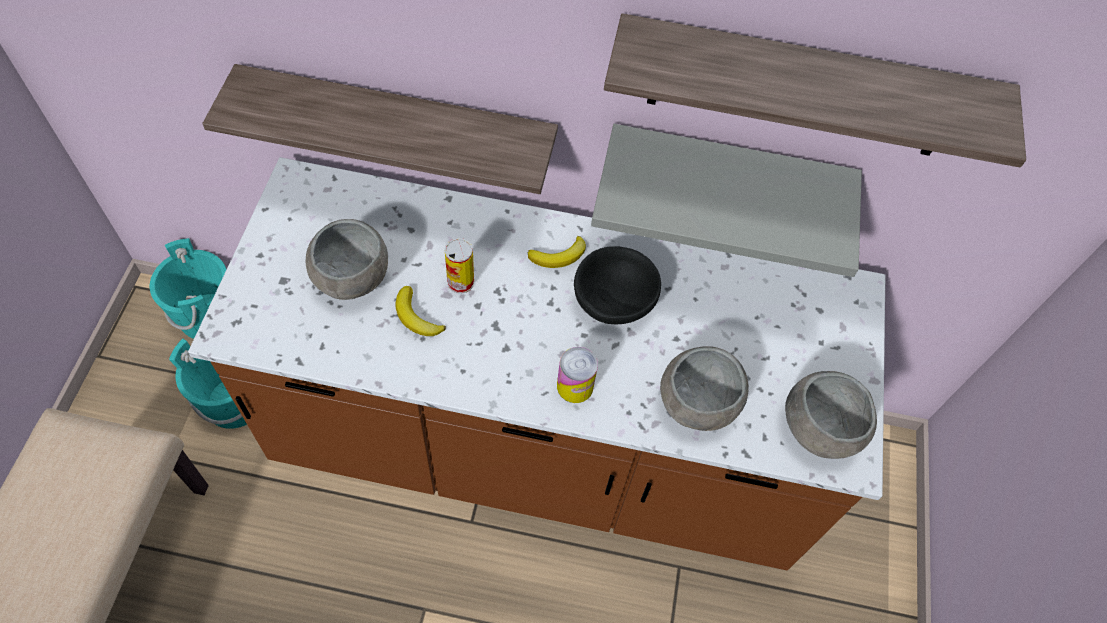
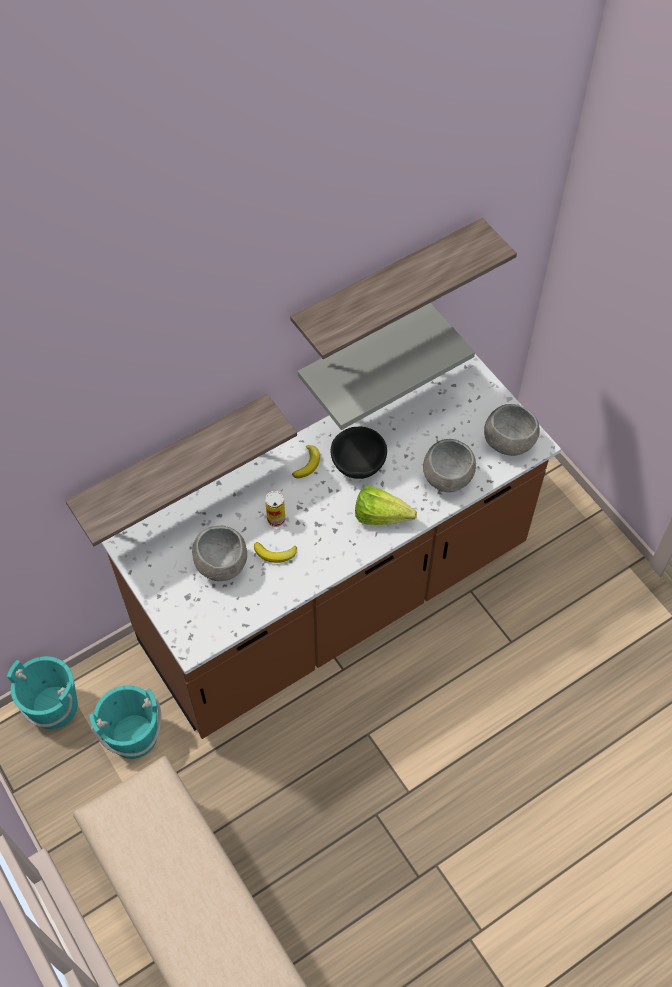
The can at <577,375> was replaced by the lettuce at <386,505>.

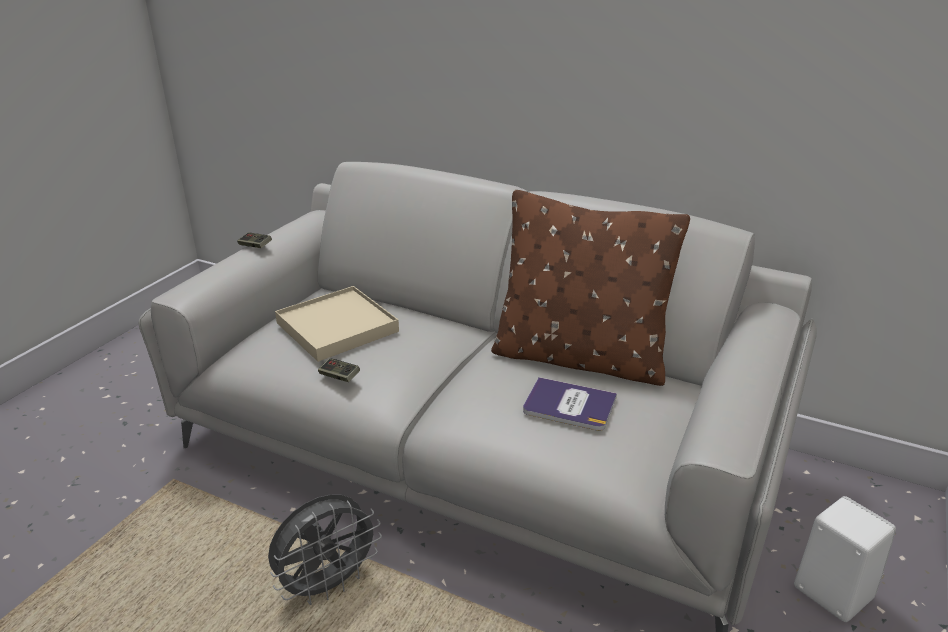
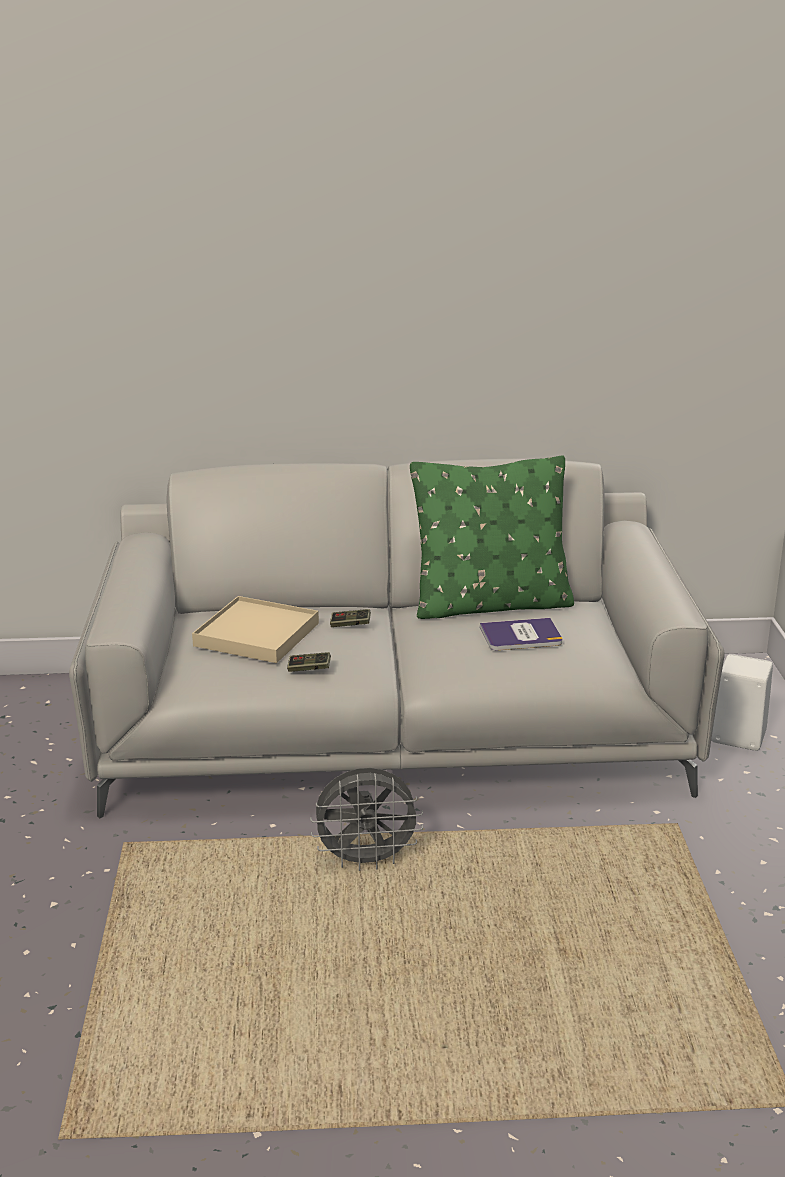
The fan/grey at <325,549> turned 60 degrees clockwise. The game controller moved from <254,240> to <350,618>. The pillow/brown at <590,288> became the pillow/green at <492,537>.

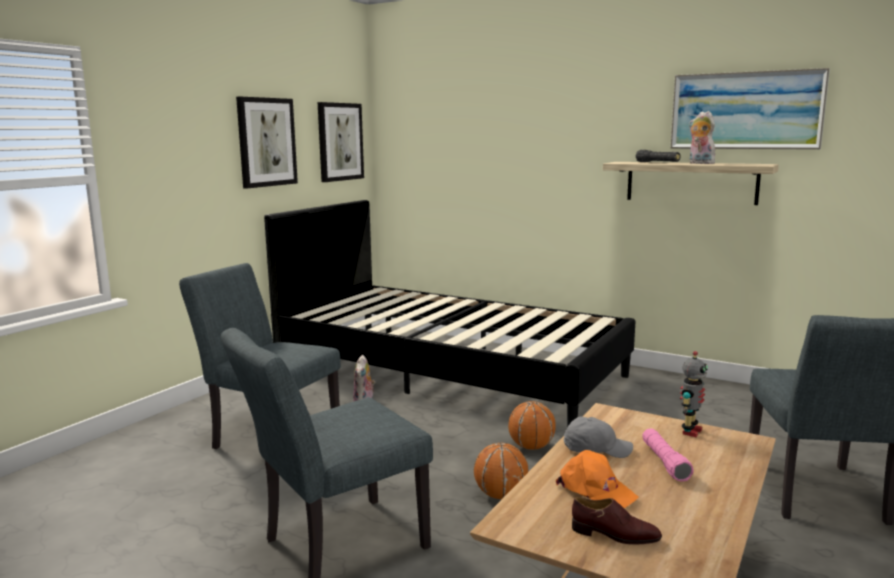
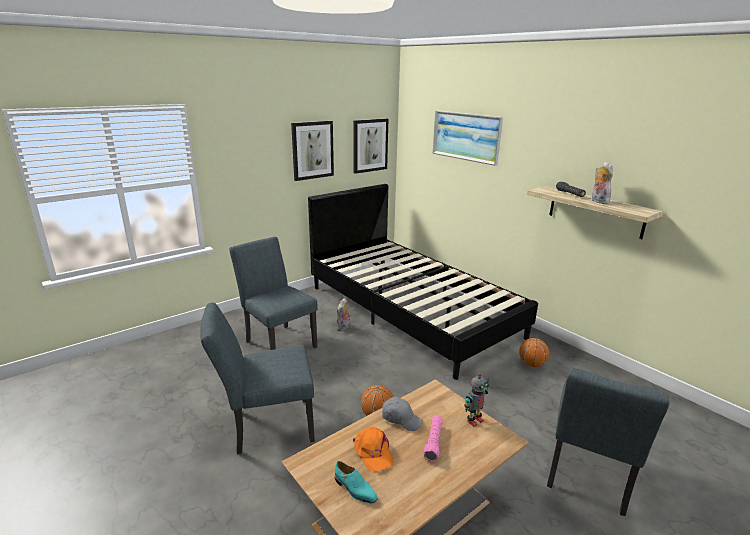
The shoe/brown at <617,520> became the shoe/turquoise at <356,482>. The picture moved from <750,108> to <468,138>. The basketball moved from <532,425> to <534,352>.

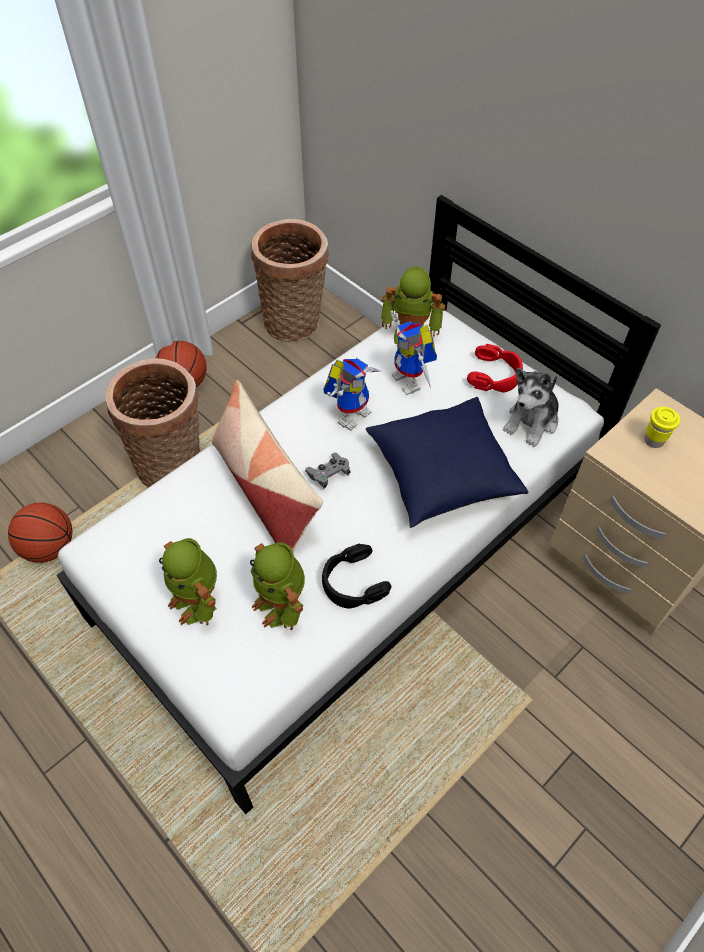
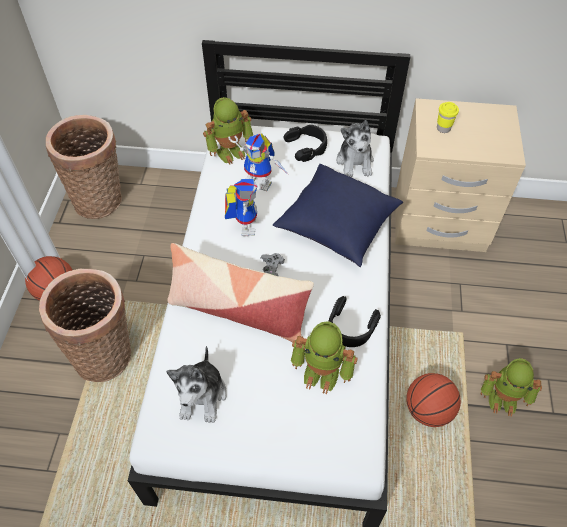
The plush toy at <196,384> appeared. The headphones/red at <495,368> became the headphones/black at <305,143>. The basketball moved from <40,532> to <433,400>. The toy robot moved from <188,581> to <511,387>.

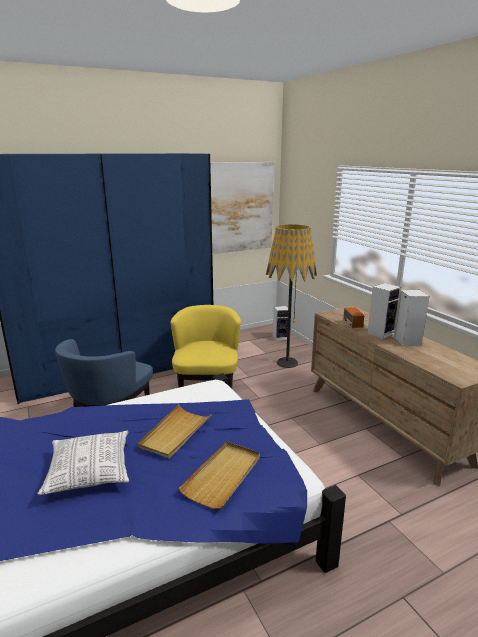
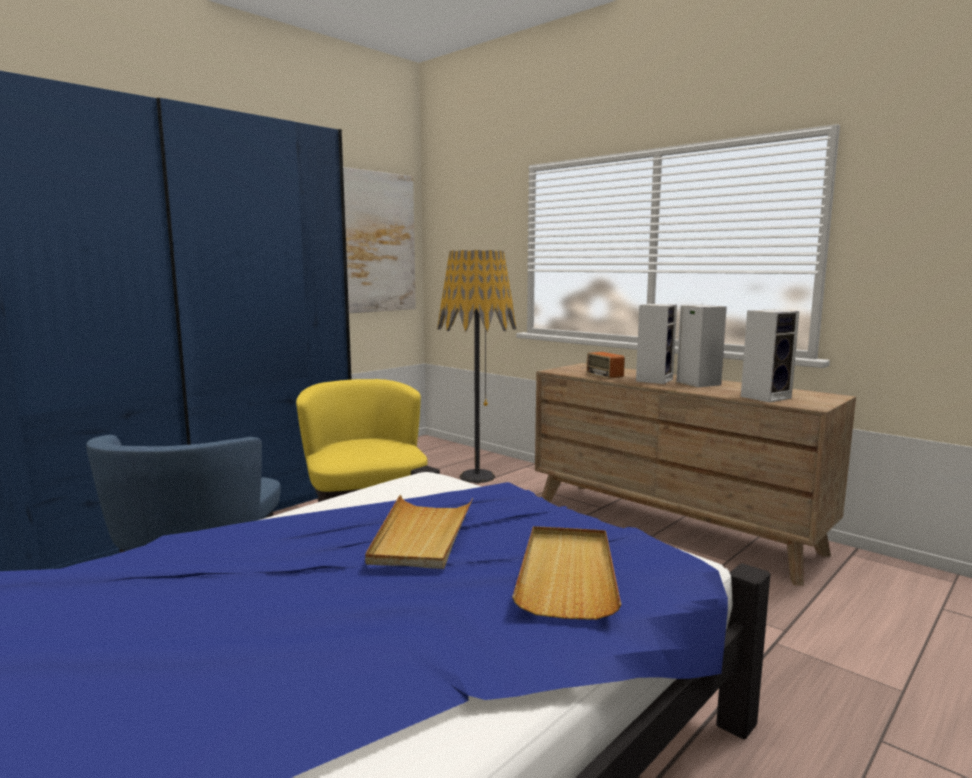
The speaker moved from <280,323> to <770,355>. The pillow at <83,462> disappeared.

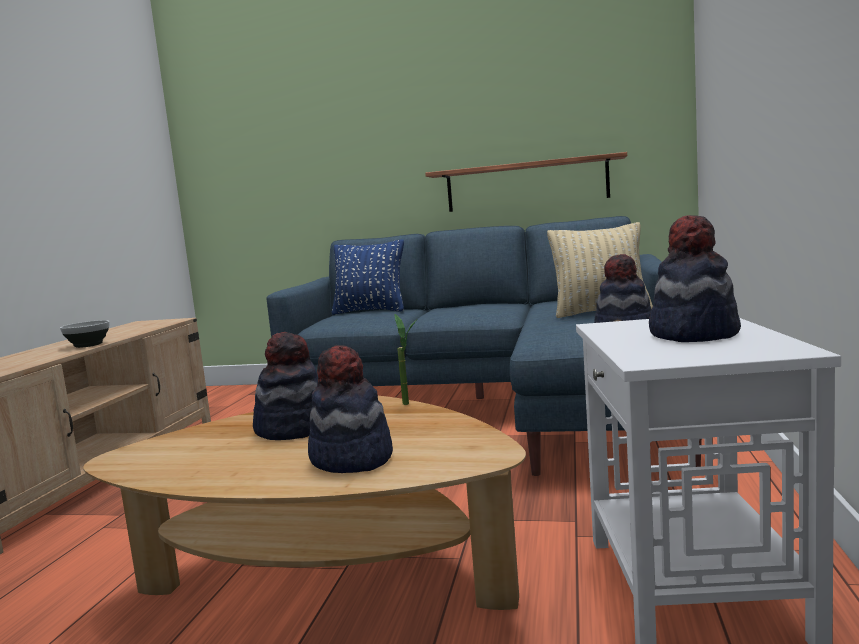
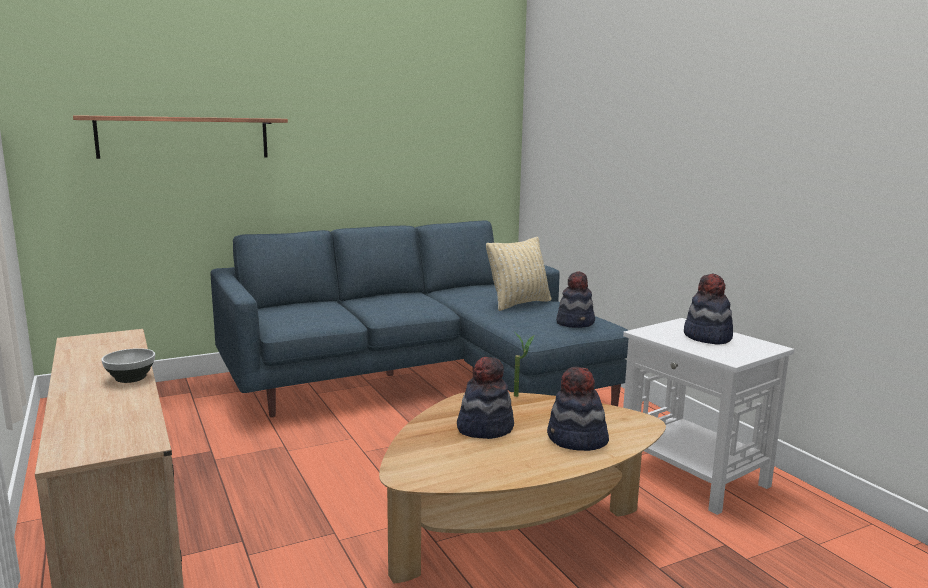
The shelf moved from <526,182> to <180,137>. The pillow/blue at <368,277> disappeared.

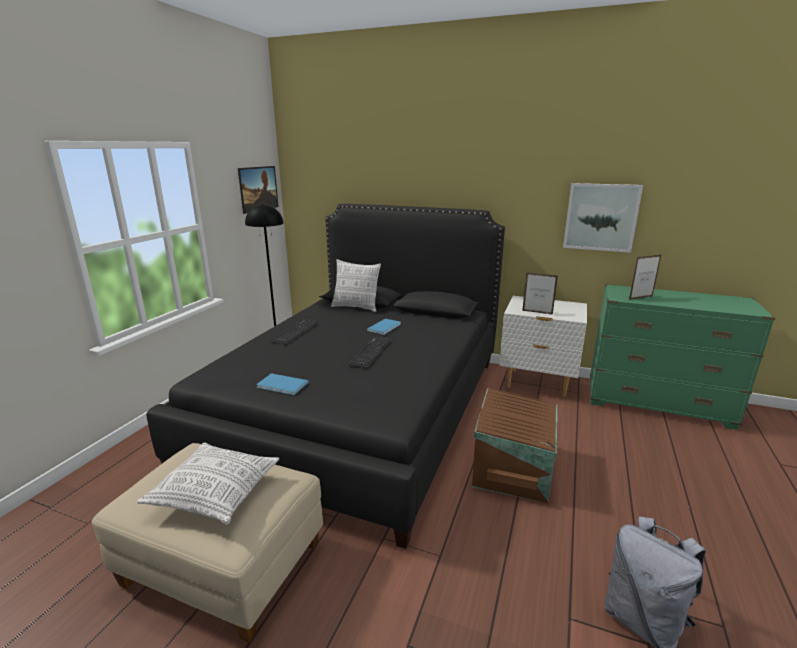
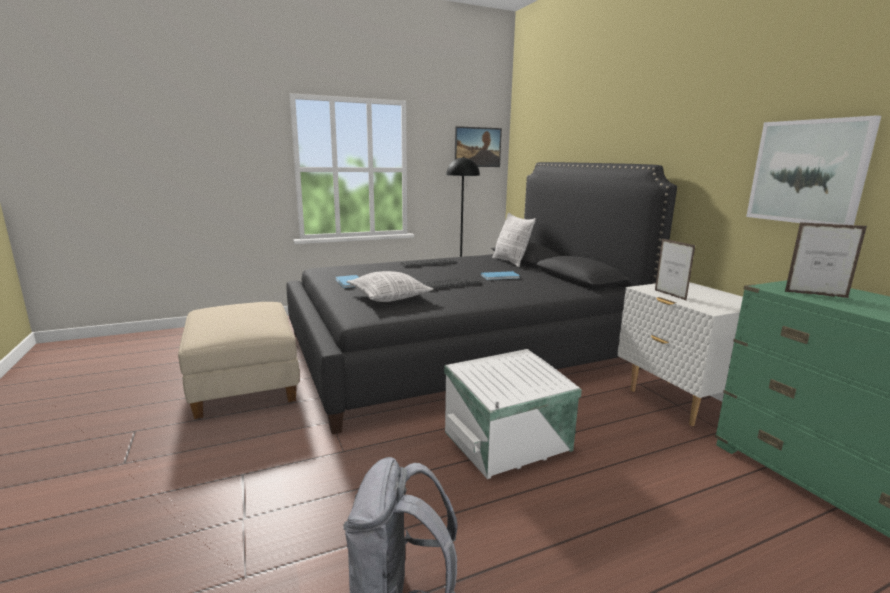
The pillow moved from <208,483> to <390,286>. The storage box/brown at <514,445> became the storage box/white at <513,414>.

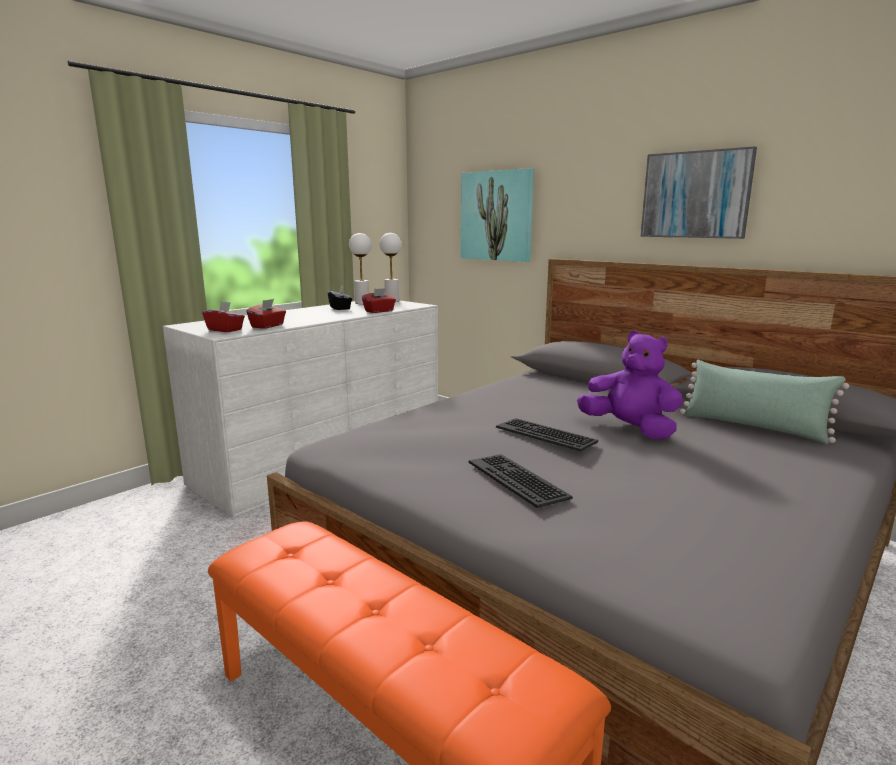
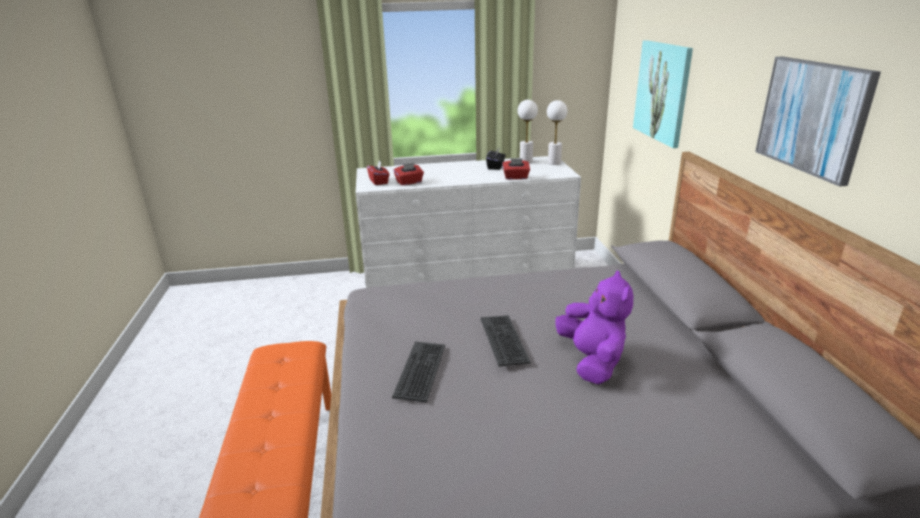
The pillow/green at <764,402> disappeared.

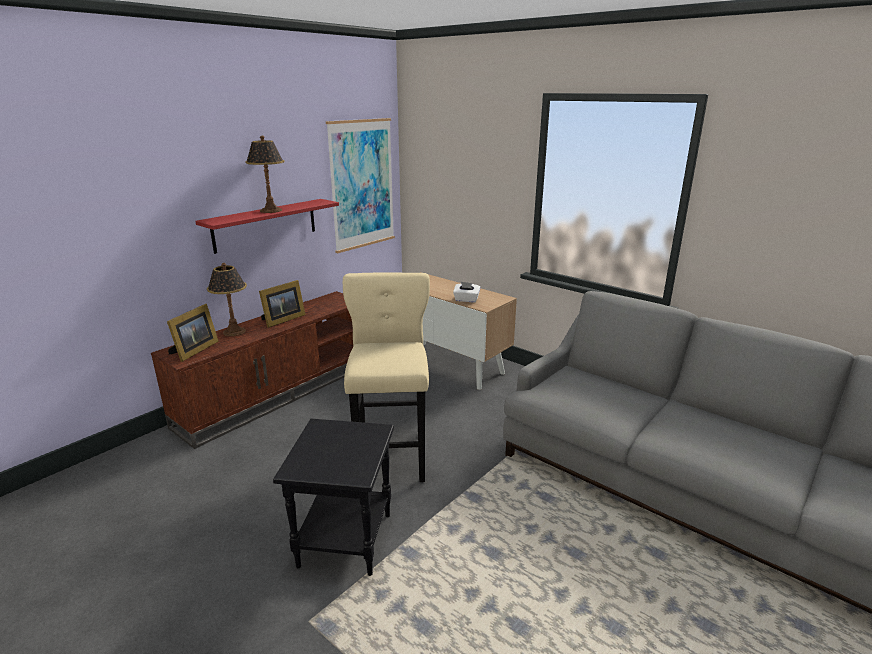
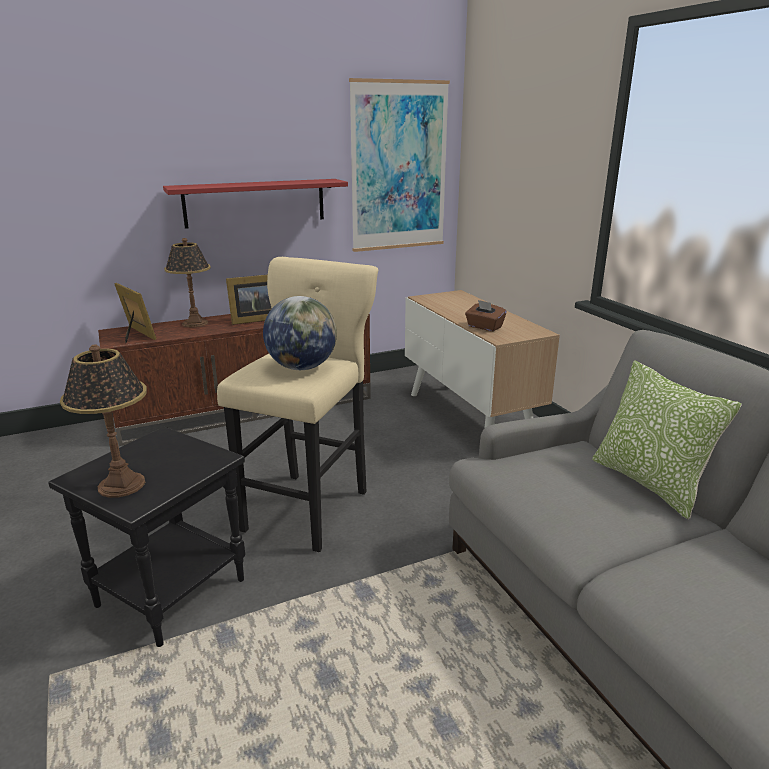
The table lamp moved from <265,174> to <103,421>. The picture frame at <193,333> turned 90 degrees counterclockwise. The globe at <300,333> appeared. The tissue box/white at <467,292> became the tissue box/brown at <486,315>. The pillow at <667,440> appeared.

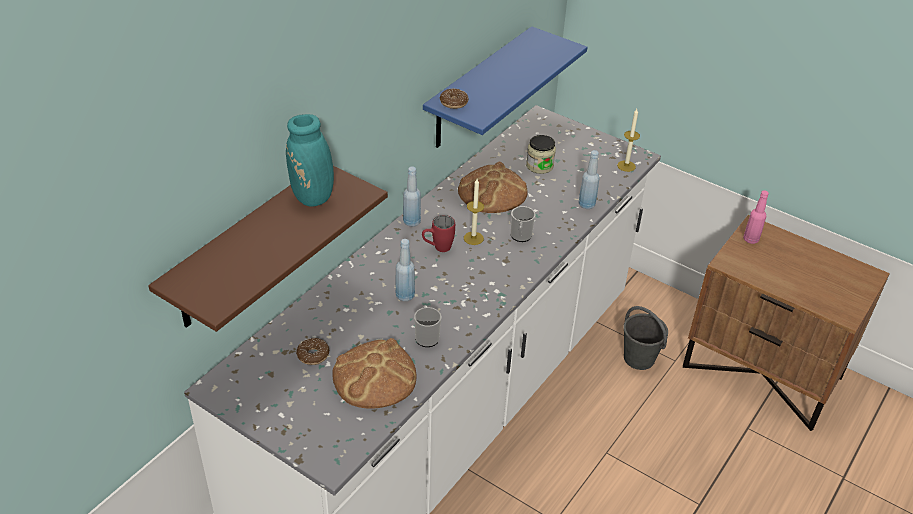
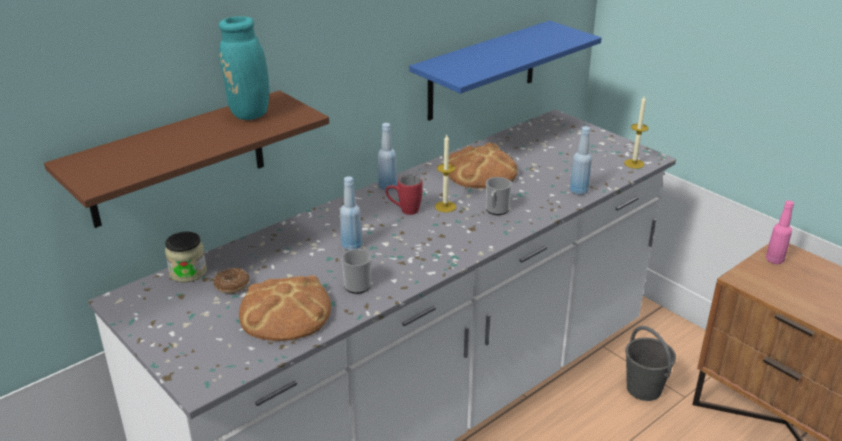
The jar moved from <541,154> to <186,257>. The donut at <454,99> disappeared.

